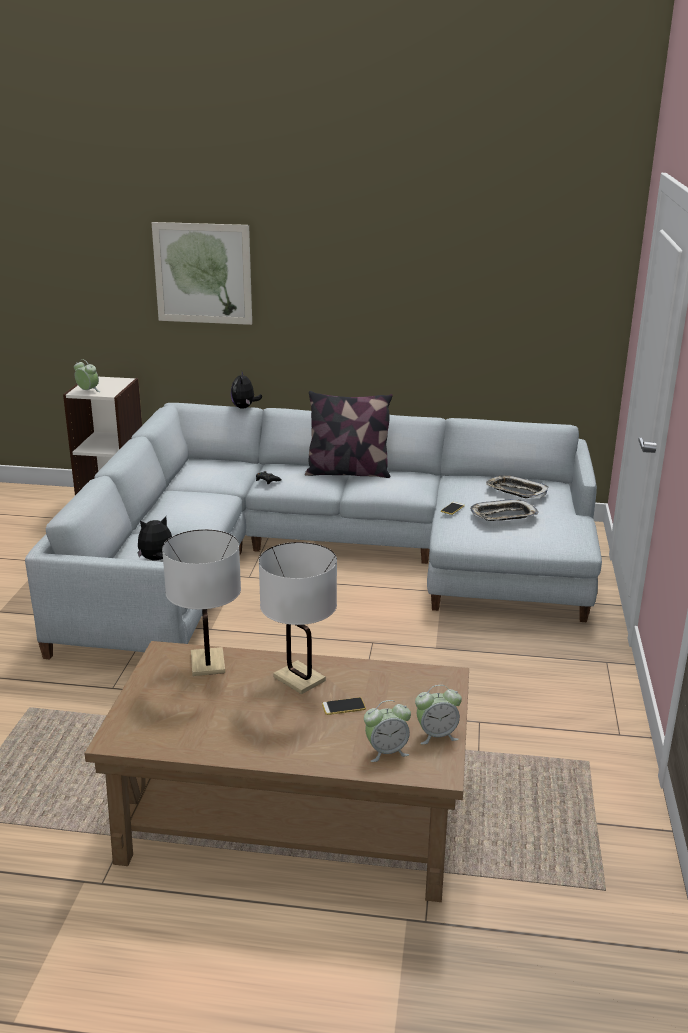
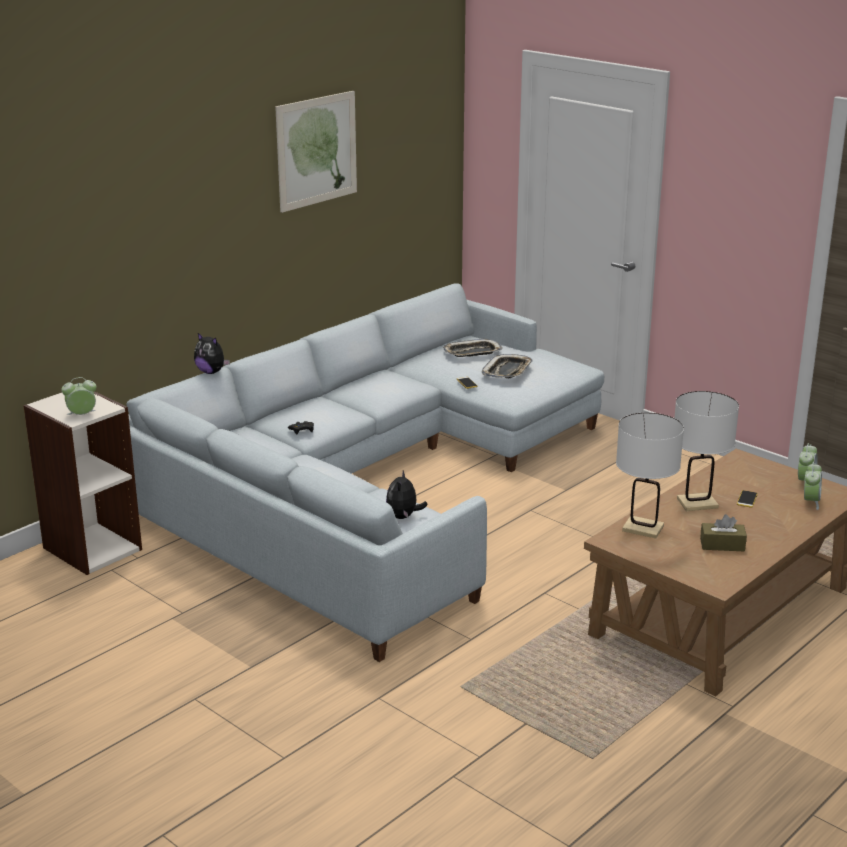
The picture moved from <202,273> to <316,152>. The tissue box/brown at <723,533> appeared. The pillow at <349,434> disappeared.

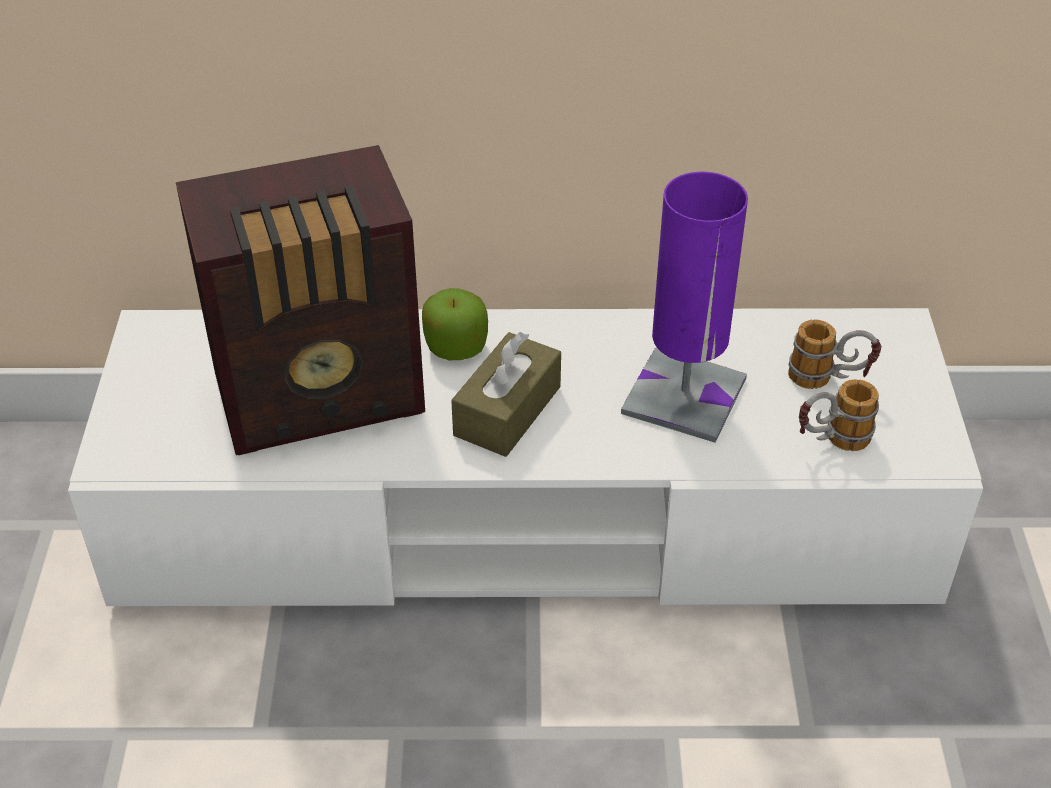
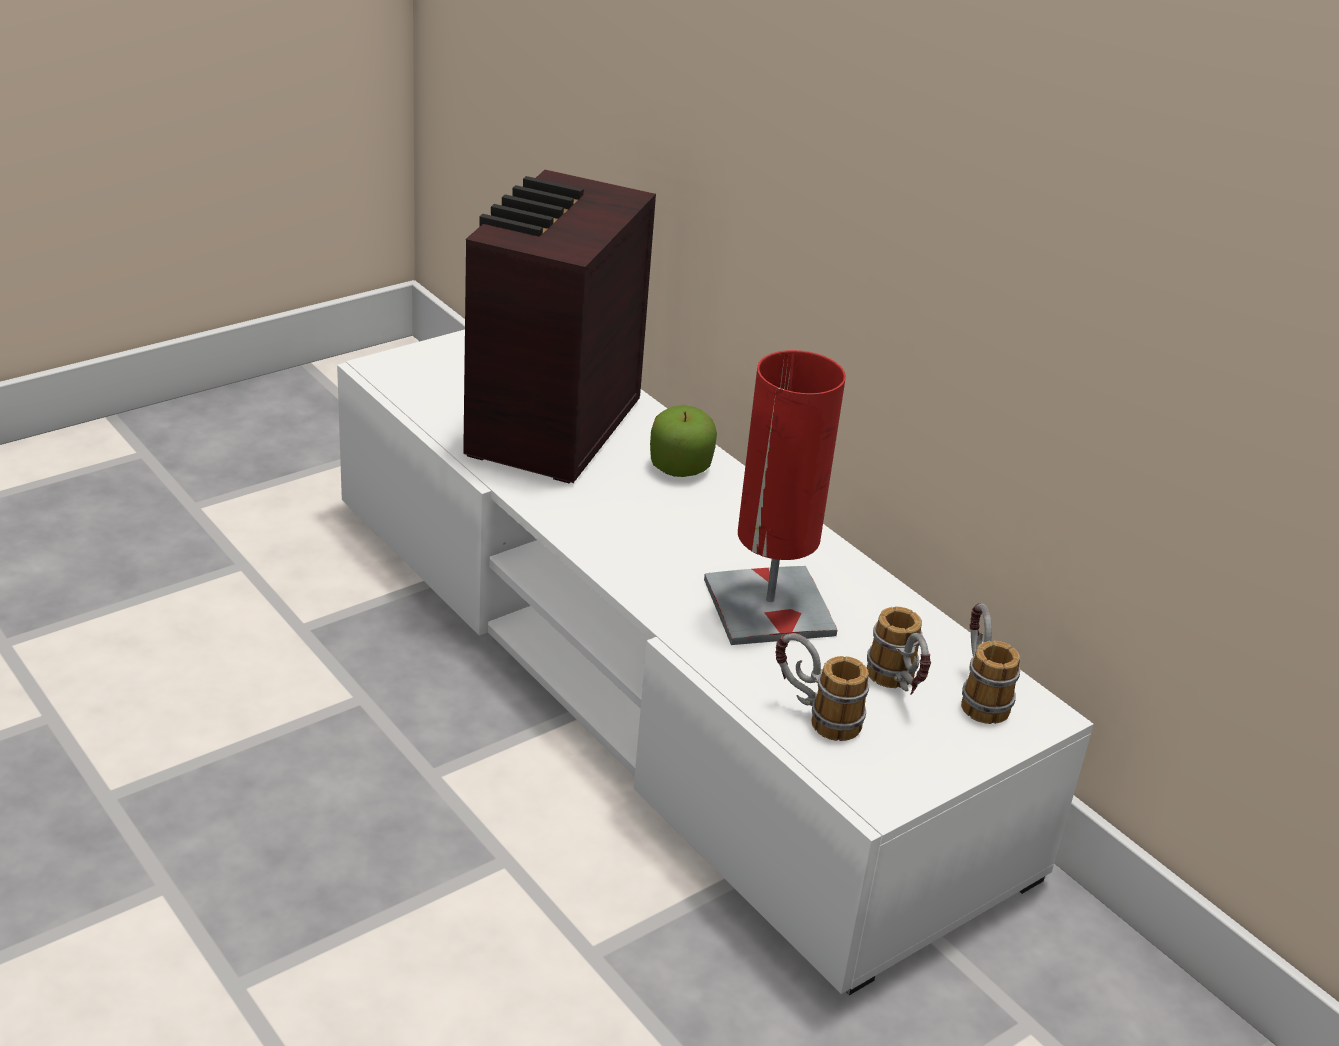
The radio at <300,300> turned 75 degrees clockwise. The table lamp/purple at <684,307> became the table lamp/red at <775,497>. The mug at <990,663> appeared. The tissue box/brown at <506,394> disappeared.

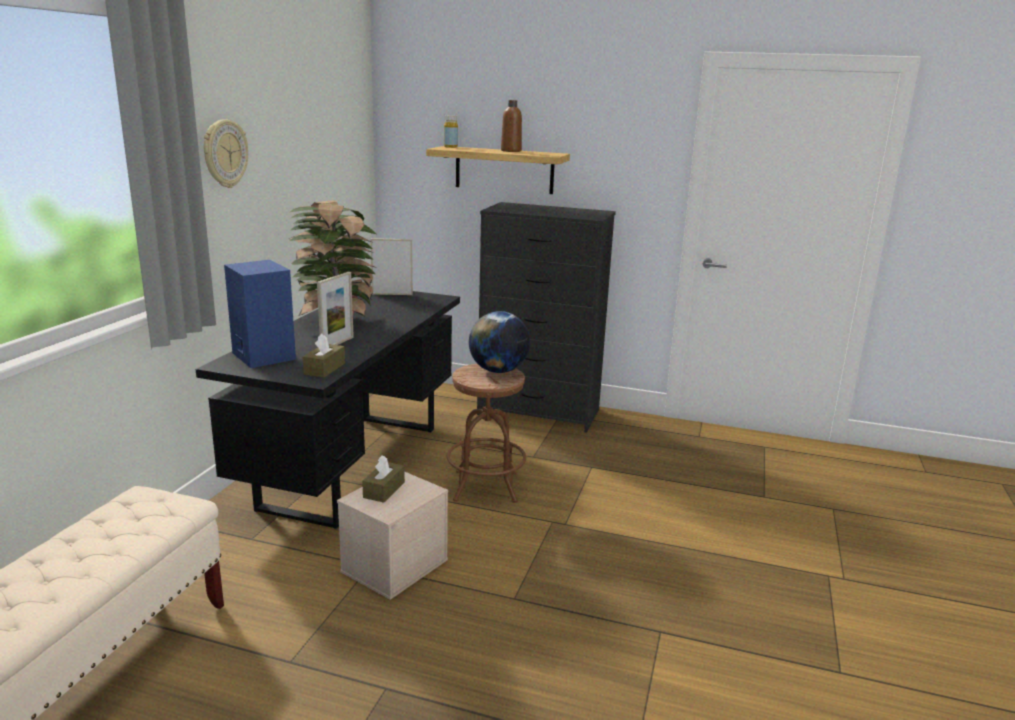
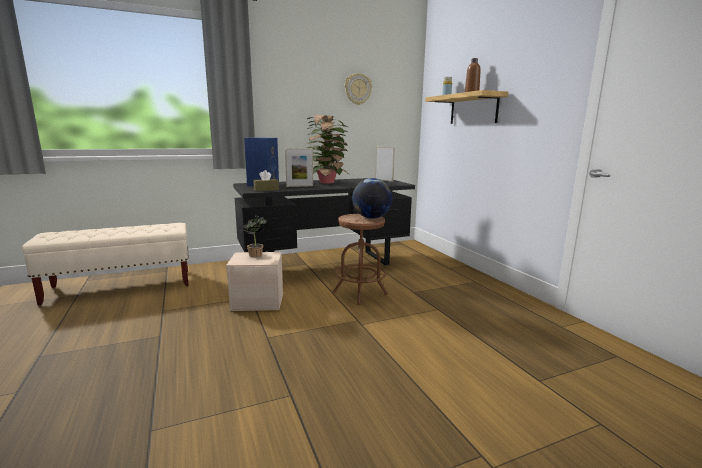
The tissue box/brown at <383,479> was replaced by the potted plant at <254,236>. The wall clock moved from <226,153> to <358,89>. The dresser/black at <546,317> disappeared.

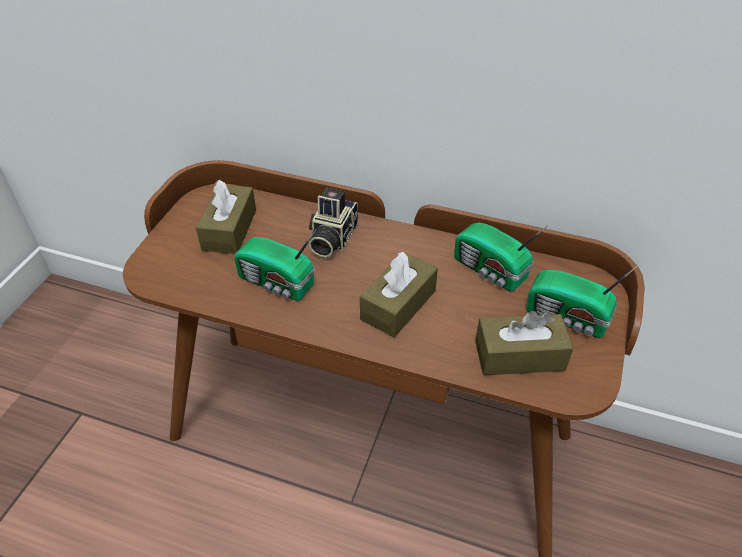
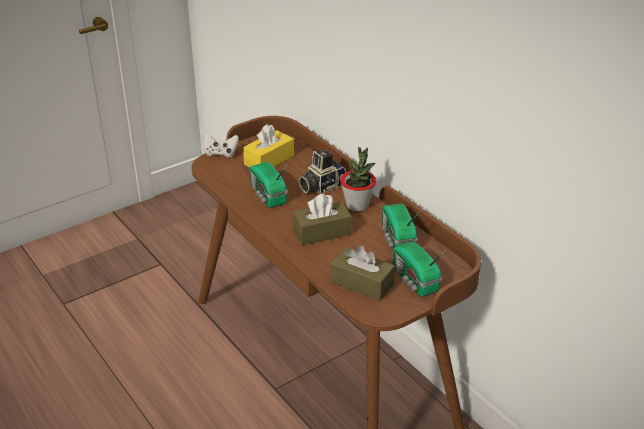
The game controller/white at <221,145> appeared. The tissue box/brown at <226,217> became the tissue box/yellow at <268,145>. The potted plant at <358,179> appeared.

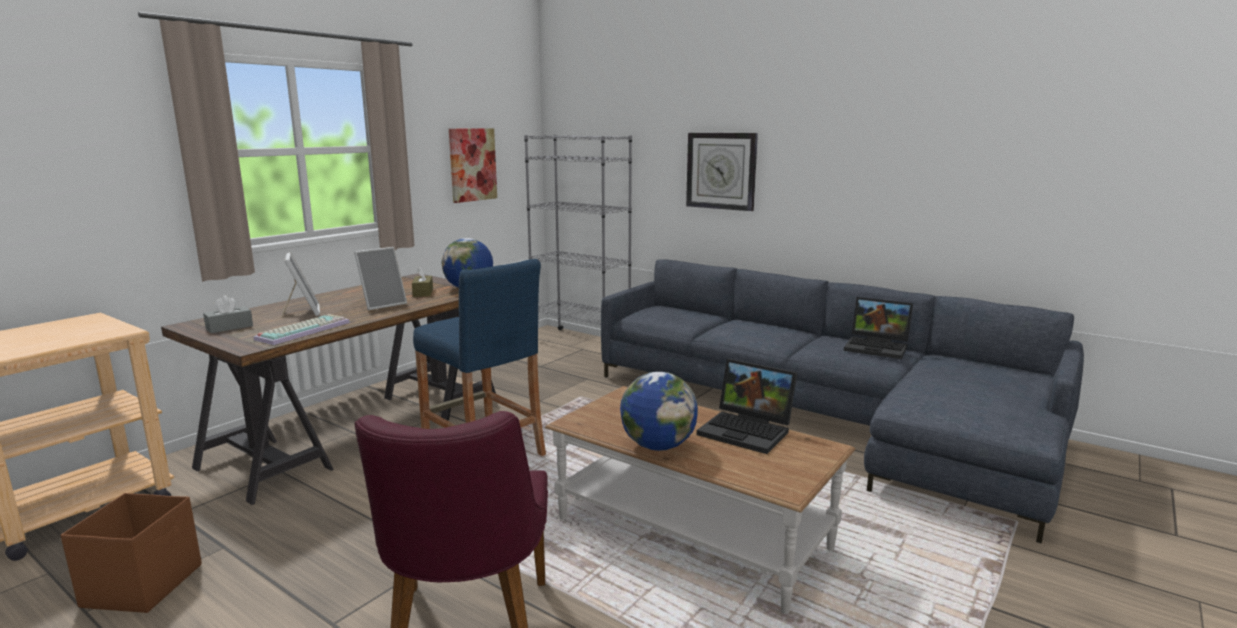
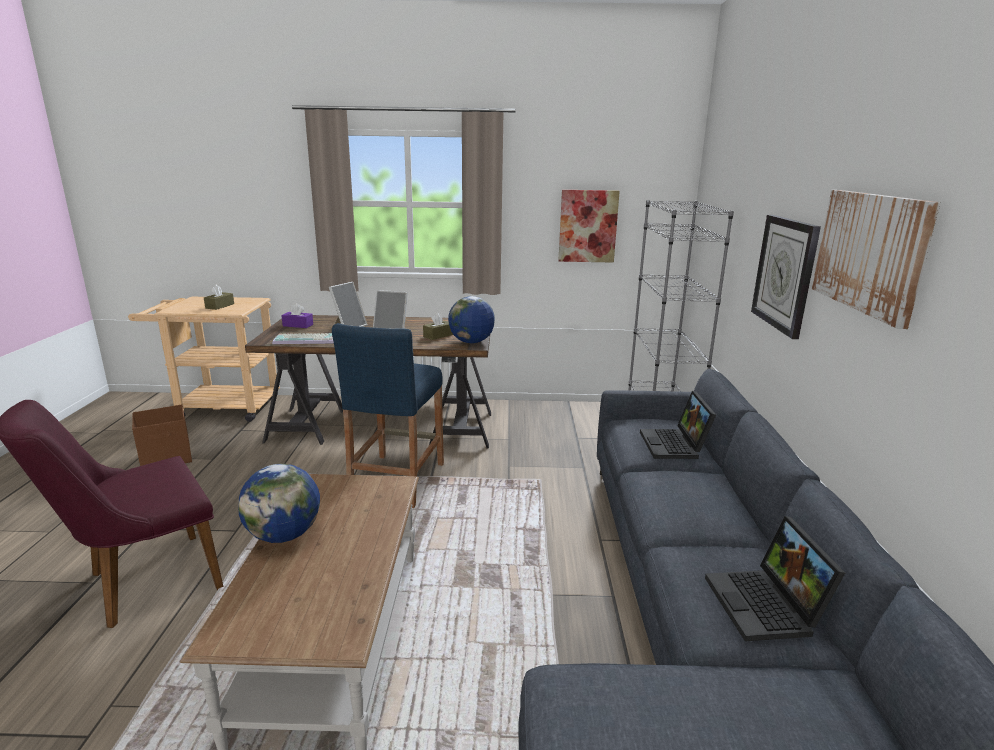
The tissue box/brown at <219,297> appeared. The tissue box/grey at <228,314> became the tissue box/purple at <297,315>. The laptop moved from <747,406> to <678,425>. The picture at <876,259> appeared.

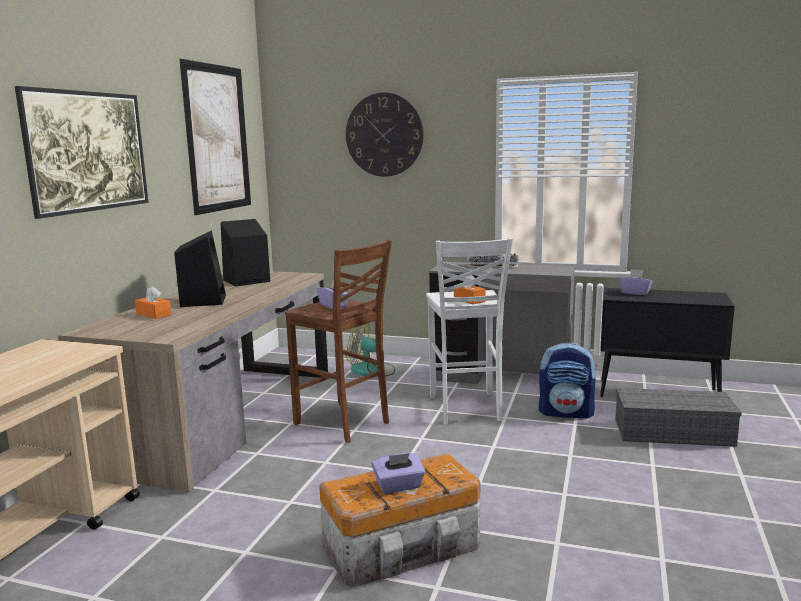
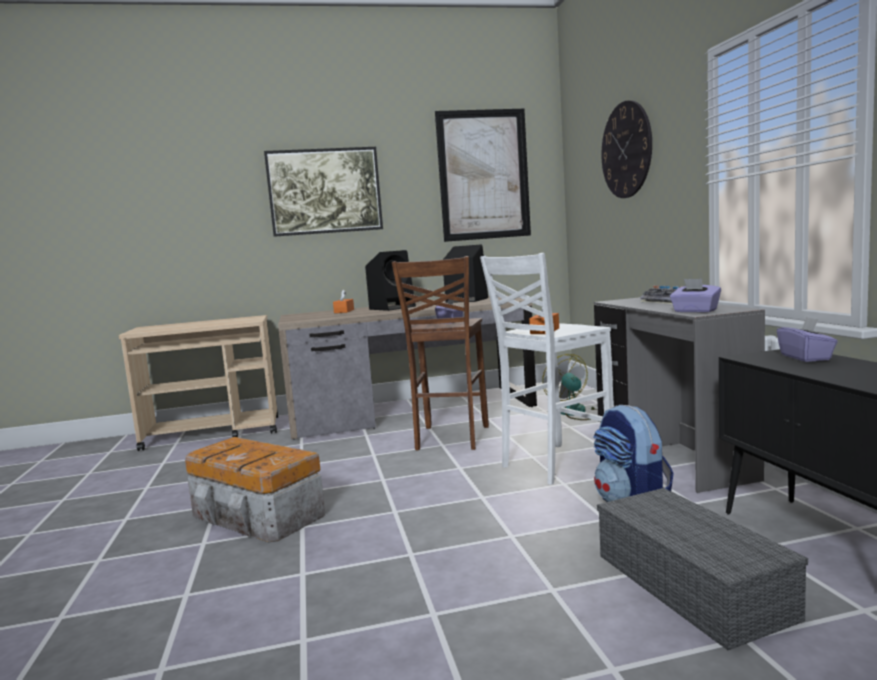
The tissue box/purple moved from <398,473> to <695,296>.

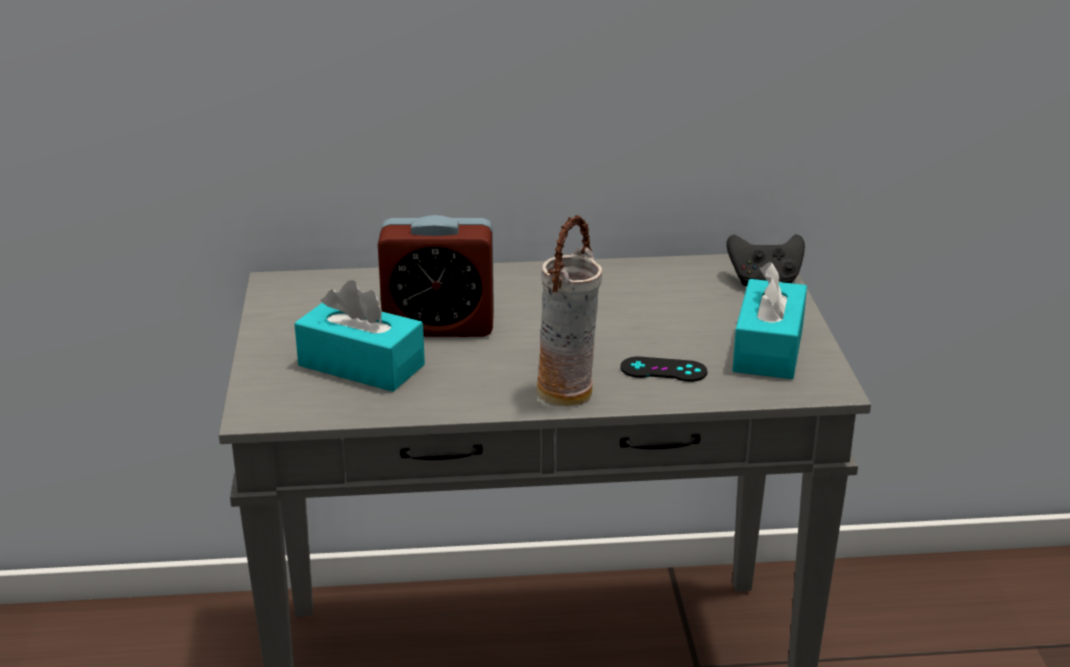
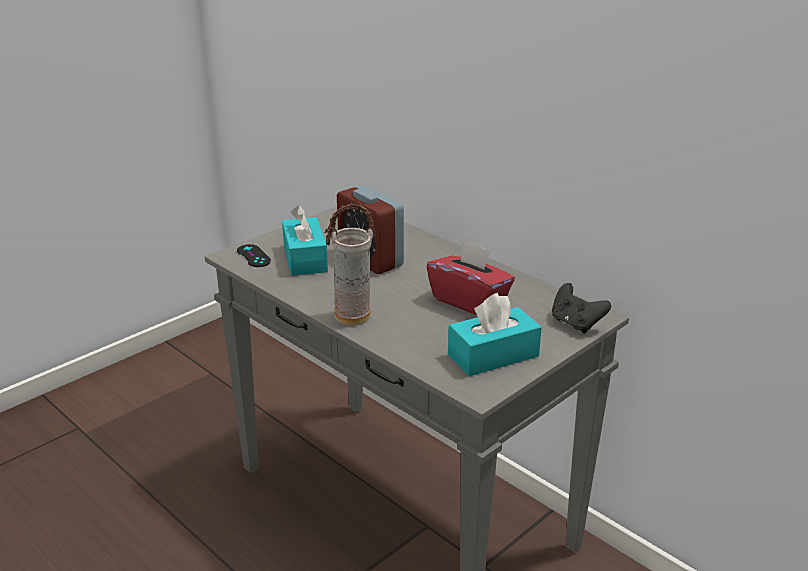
The game controller/black moved from <663,369> to <254,255>. The tissue box/red at <470,278> appeared.

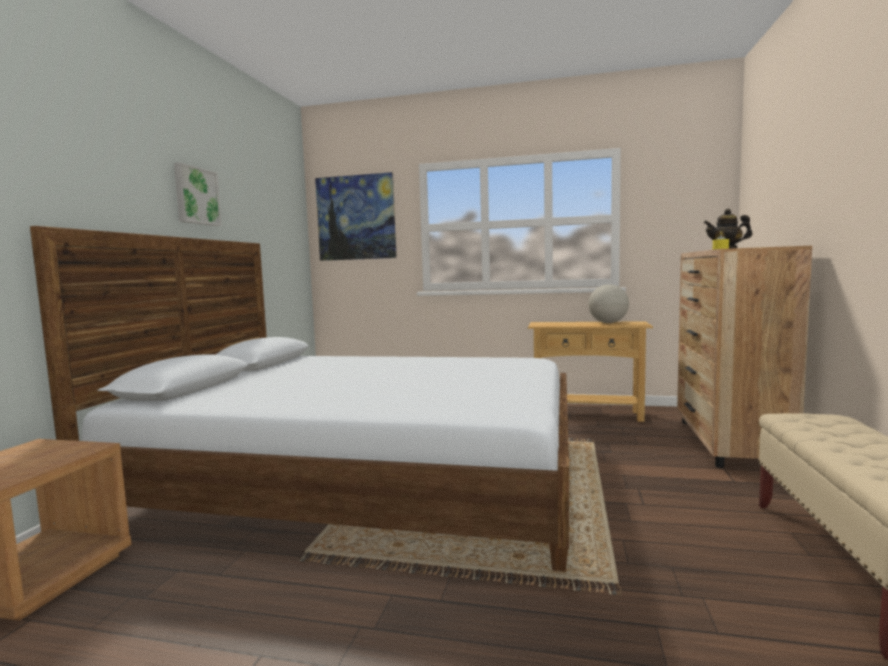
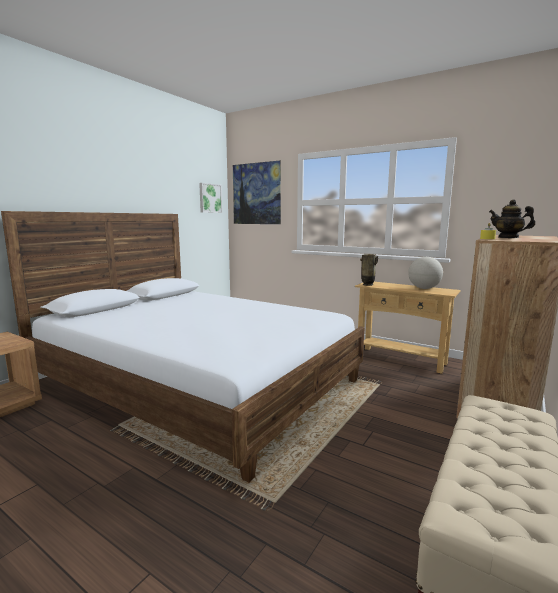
The picture moved from <198,194> to <210,198>. The vase at <369,270> appeared.

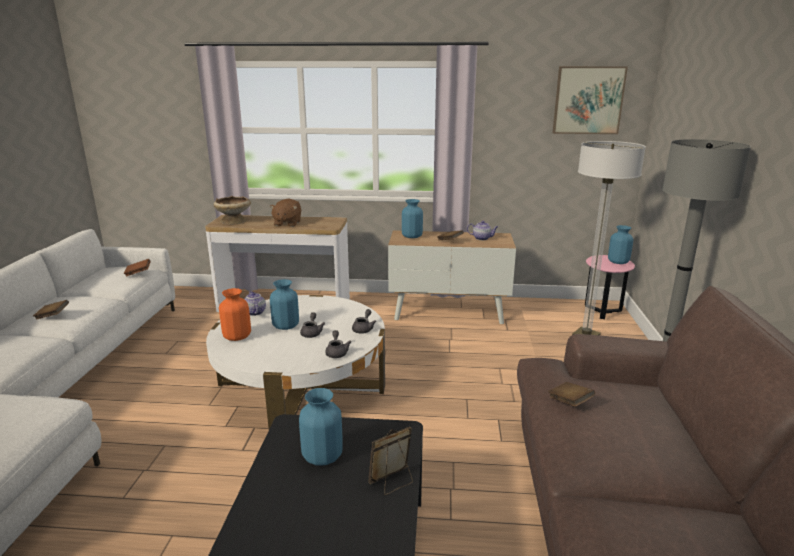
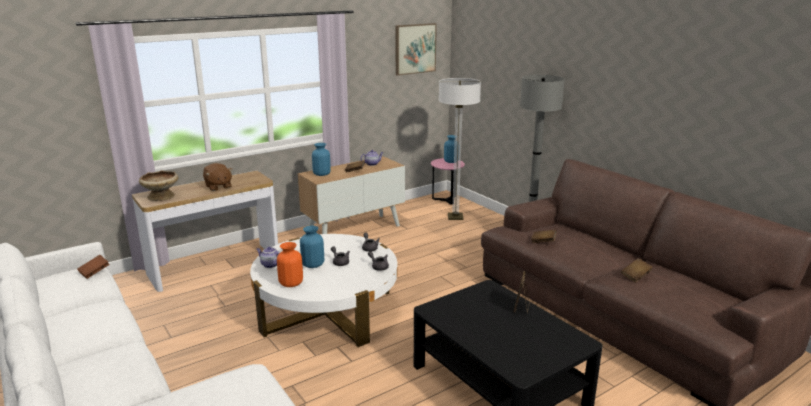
The book/brown moved from <51,310> to <637,270>. The vase/blue at <321,427> disappeared.

